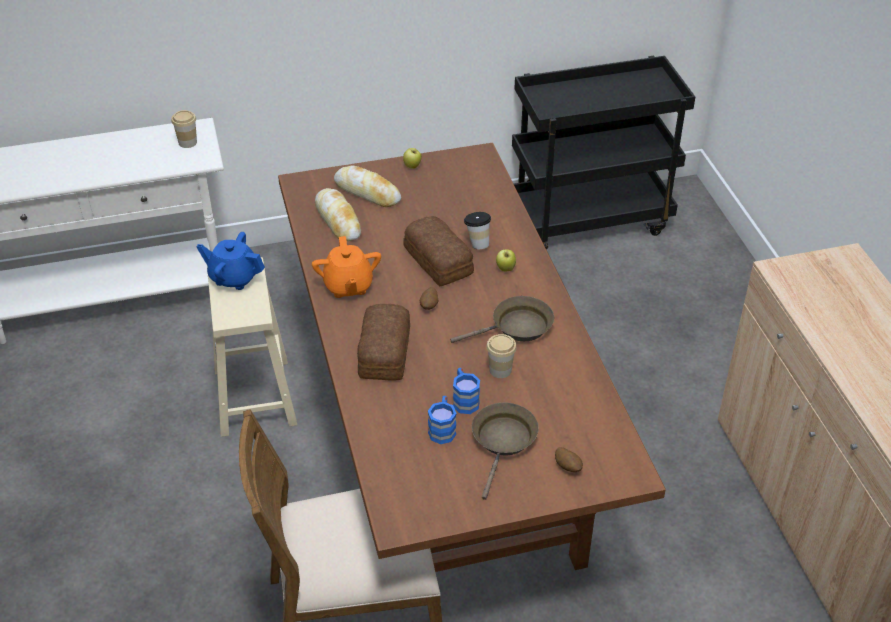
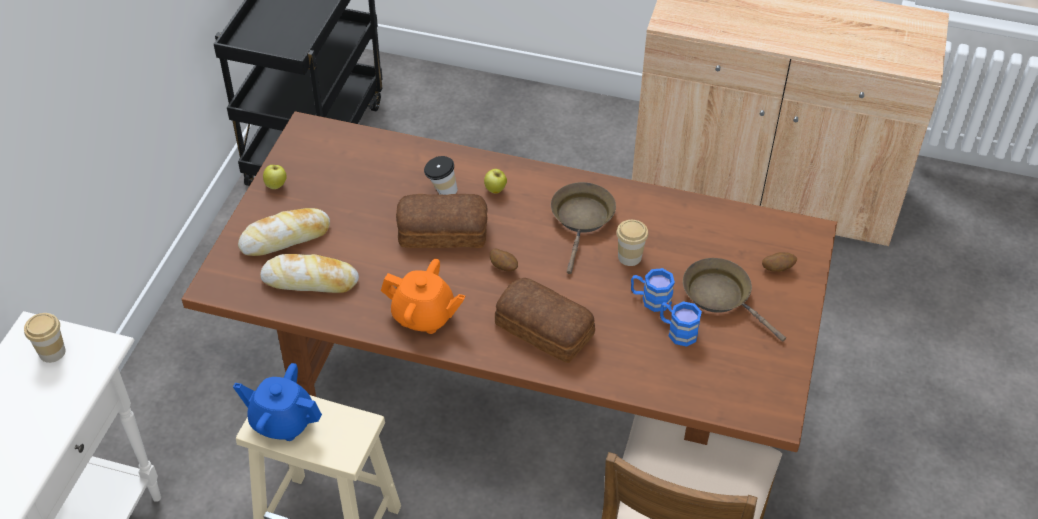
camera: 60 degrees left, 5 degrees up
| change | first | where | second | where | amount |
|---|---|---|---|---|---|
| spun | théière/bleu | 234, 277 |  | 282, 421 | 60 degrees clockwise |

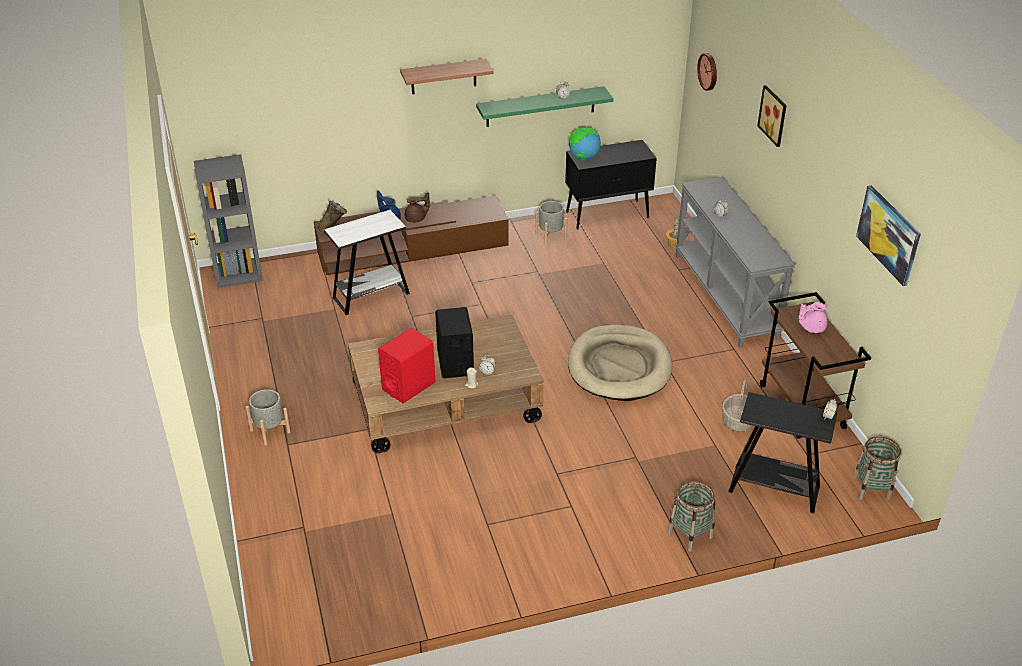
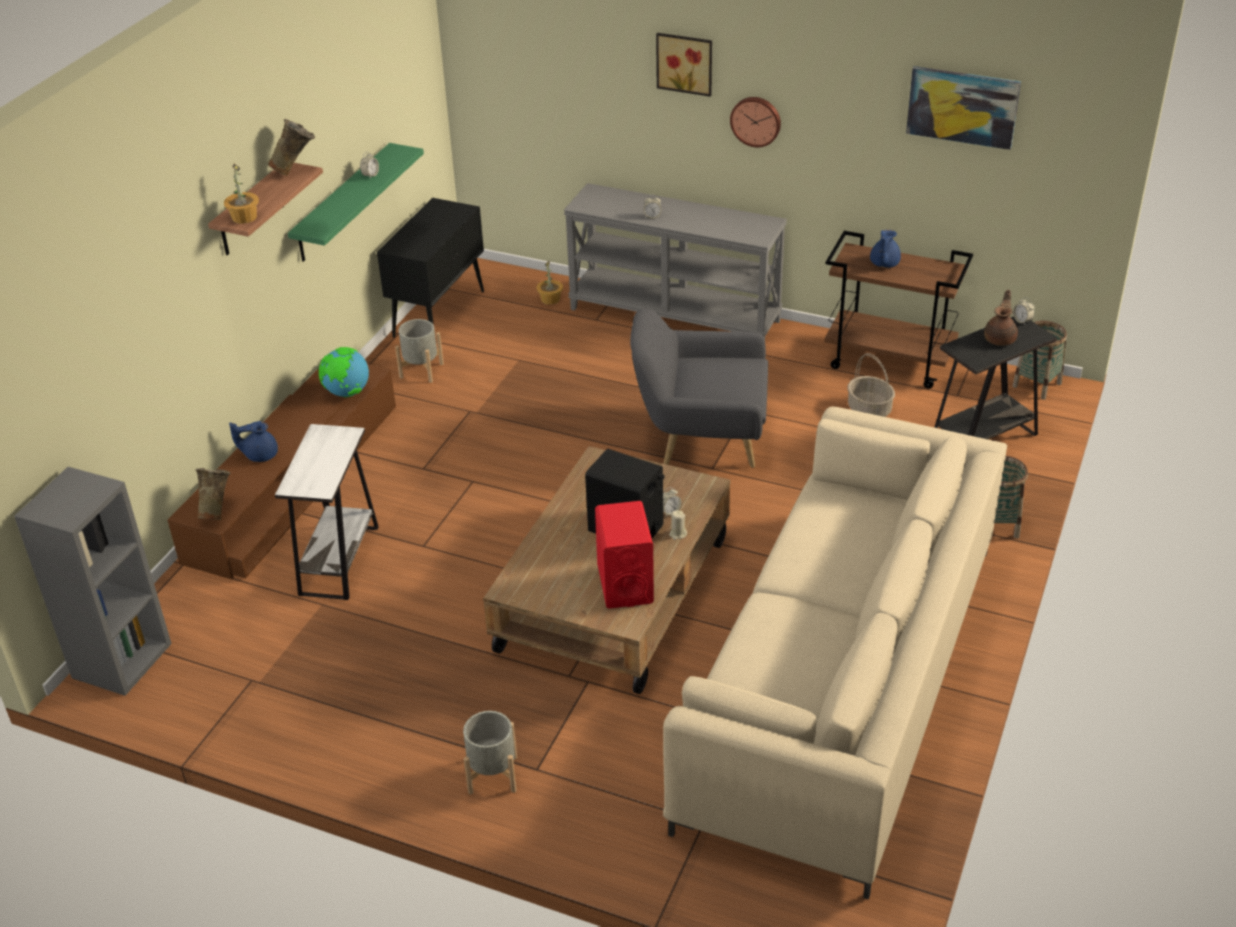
camera: 50 degrees left, 0 degrees up
| change | first | where | second | where | amount |
|---|---|---|---|---|---|
| appeared |  |  | plante en pot | 244, 217 |  |
| appeared |  |  | vase/beige | 296, 171 |  |
| relocated | globe | 583, 158 |  | 347, 393 |  |
| exchanged | panier pour chien/beige | 619, 367 | fauteuil/gris | 702, 439 |  |
| appeared |  |  | canapé/beige | 841, 681 |  |
| relocated | horloge murale | 709, 71 |  | 756, 120 |  |
| colour | théière/rose | 811, 327 | théière/bleu | 883, 264 |  |
| relocated | théière/marron | 416, 219 |  | 1000, 338 |  |

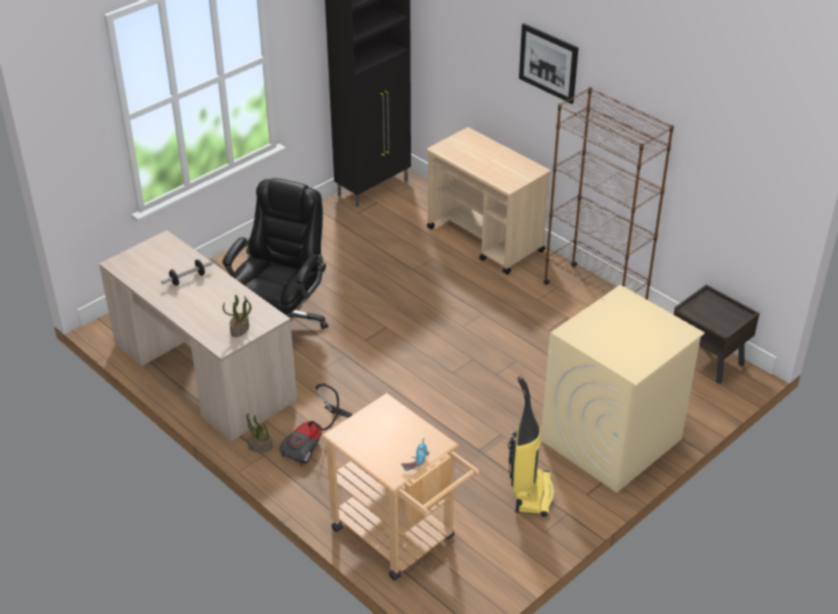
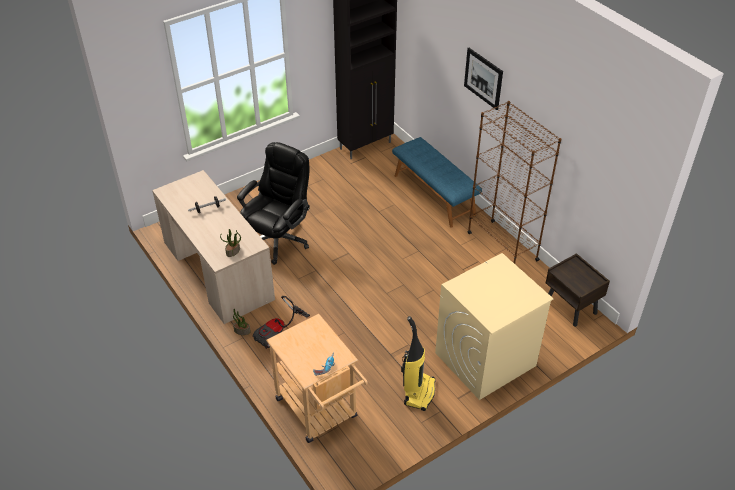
camera: 10 degrees right, 5 degrees up
| change | first | where | second | where | amount |
|---|---|---|---|---|---|
| exchanged | chariot/beige | 485, 240 | banc/bleu | 434, 194 |  |

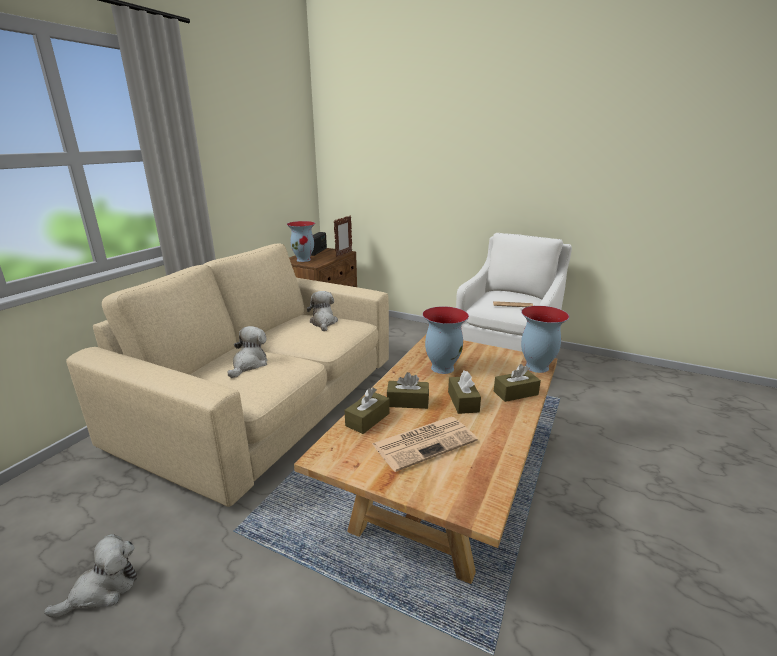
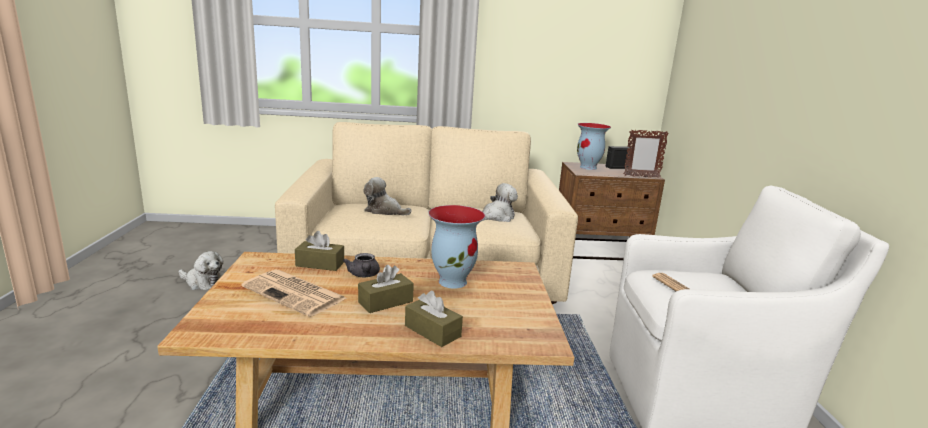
camera: 60 degrees right, 5 degrees down
| change | first | where | second | where | amount |
|---|---|---|---|---|---|
| exchanged | boîte à mouchoirs/marron | 407, 402 | théière/gris | 363, 275 |  |
| spun | peluche | 249, 365 |  | 384, 211 | 150 degrees counterclockwise |
| missing | vase | 536, 367 |  |  |  |

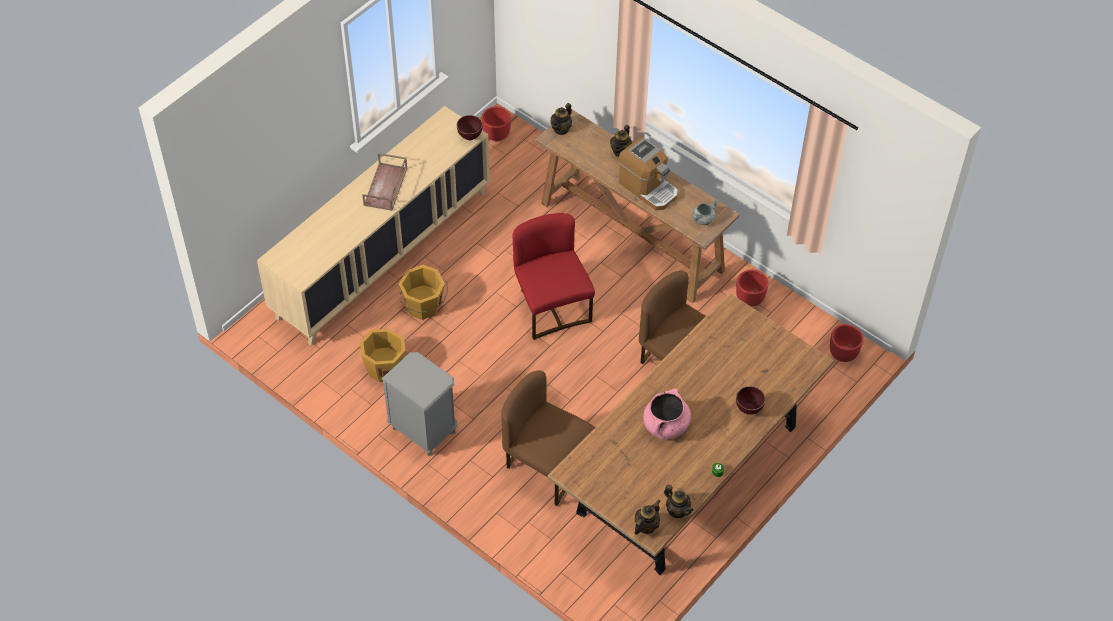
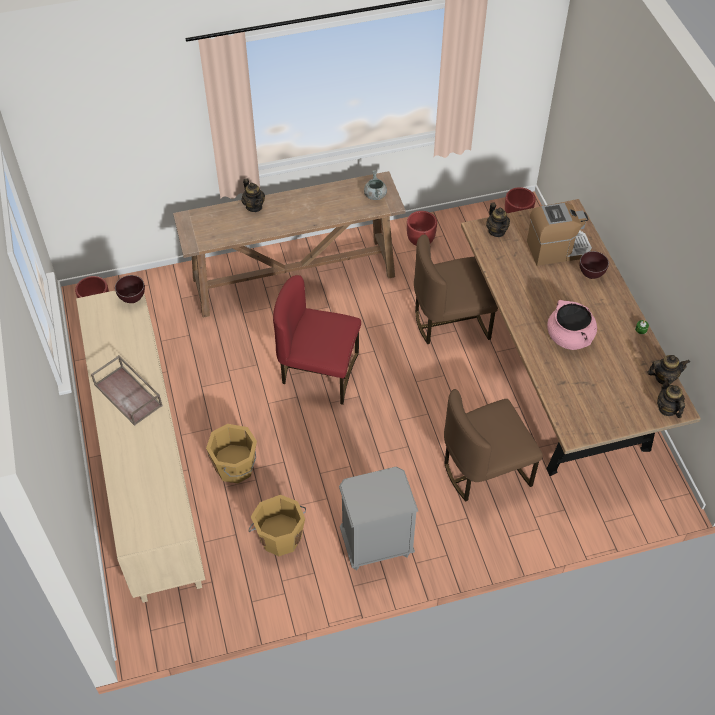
camera: 55 degrees left, 0 degrees up
| change | first | where | second | where | amount |
|---|---|---|---|---|---|
| relocated | théière | 561, 129 |  | 496, 231 |  |
| relocated | machine à café | 648, 188 |  | 557, 249 |  |

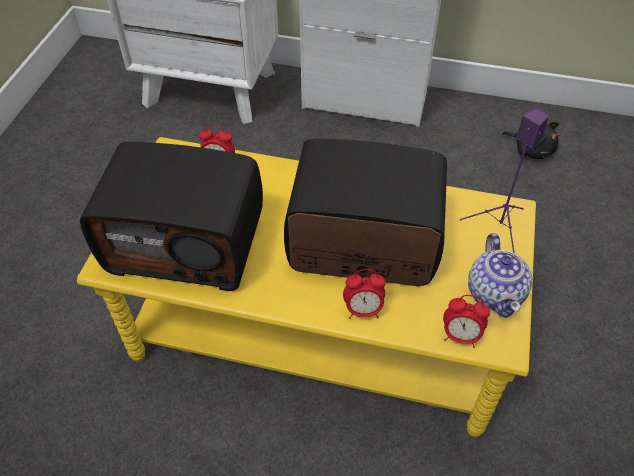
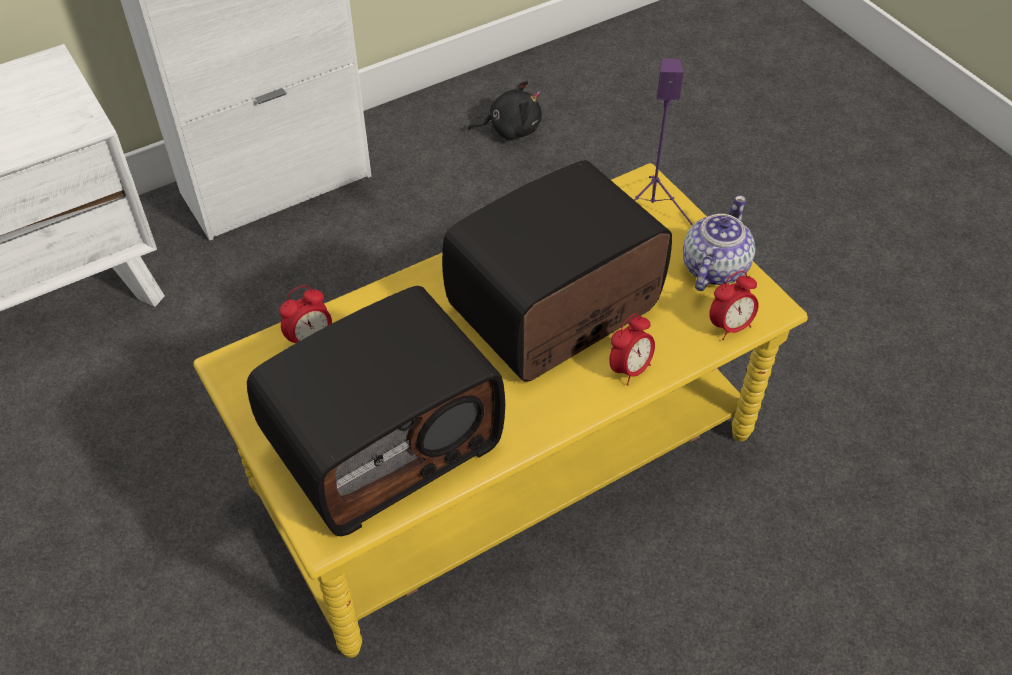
camera: 45 degrees left, 0 degrees up
| change | first | where | second | where | amount |
|---|---|---|---|---|---|
| spun | théière | 495, 293 |  | 713, 268 | 105 degrees counterclockwise |

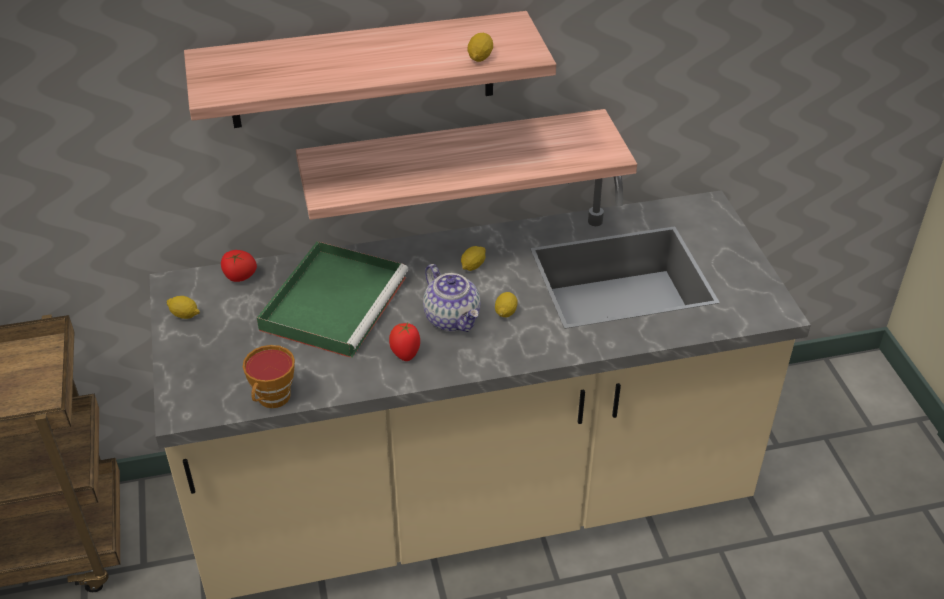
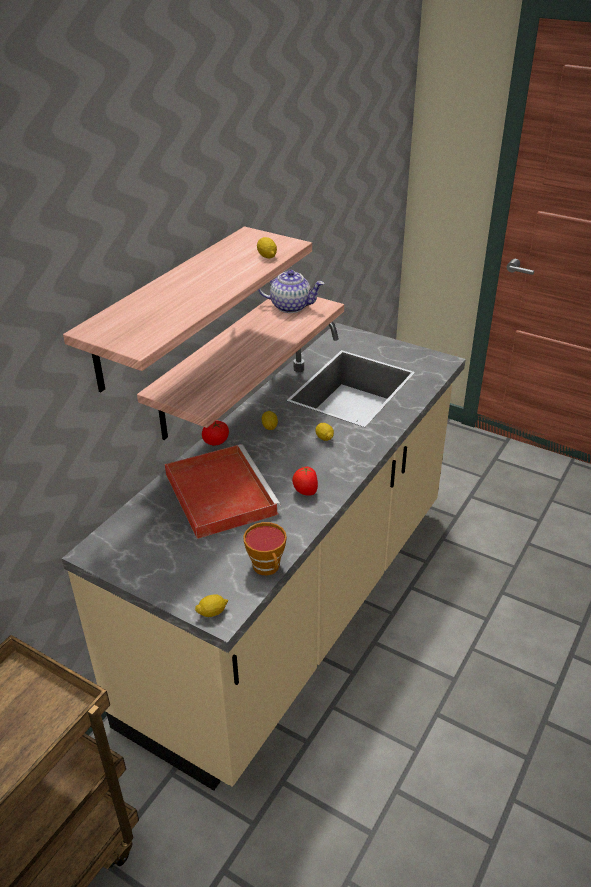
camera: 45 degrees left, 5 degrees down
| change | first | where | second | where | amount |
|---|---|---|---|---|---|
| colour | plateau/vert | 334, 301 | plateau/rouge | 219, 493 |  |
| relocated | citron | 184, 315 |  | 212, 612 |  |
| relocated | tomate | 239, 276 |  | 216, 441 |  |
| relocated | théière | 453, 318 |  | 291, 306 |  |

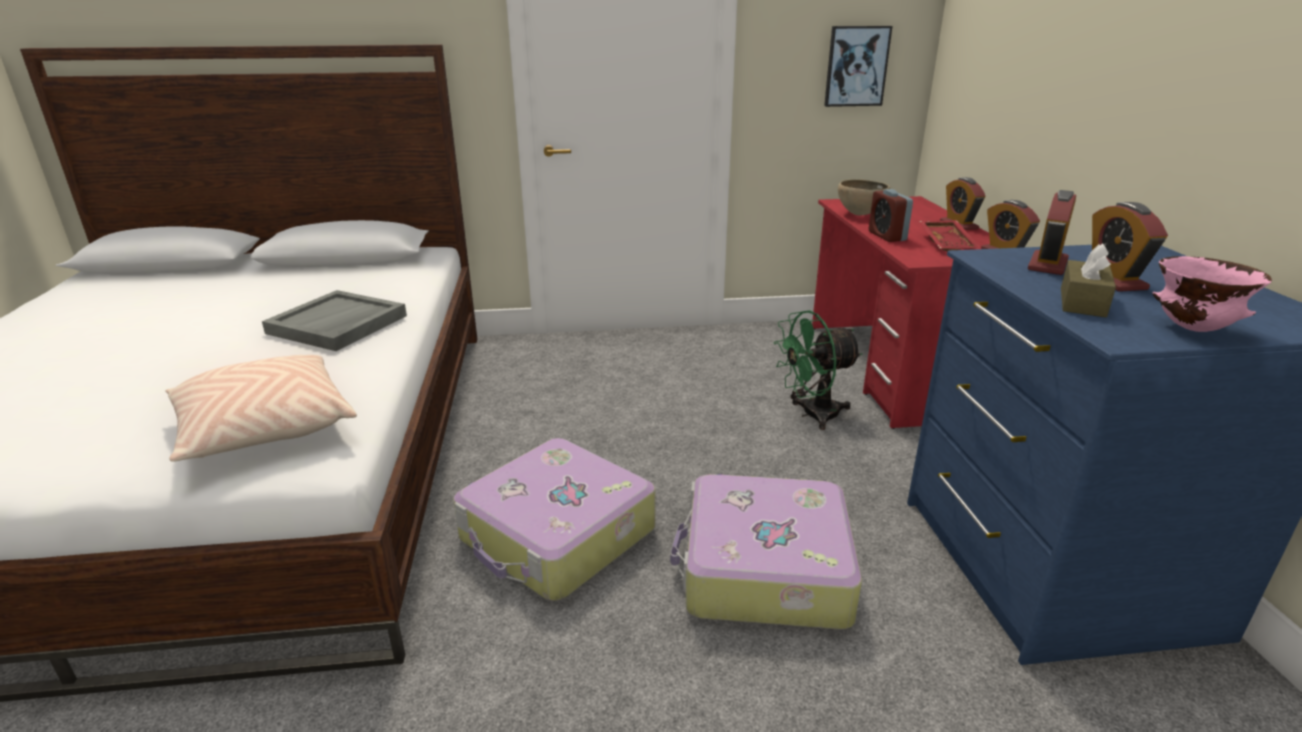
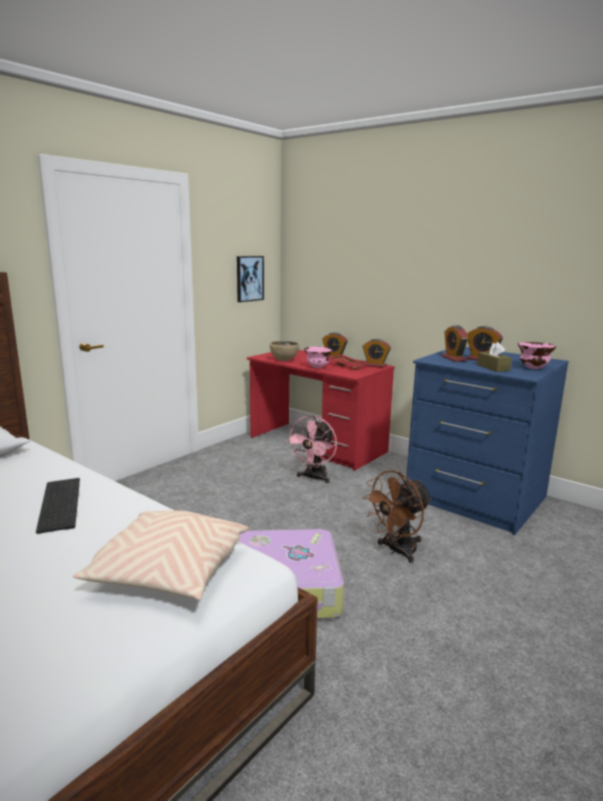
camera: 45 degrees left, 10 degrees down
| change | first | where | second | where | amount |
|---|---|---|---|---|---|
| exchanged | plateau/gris | 337, 325 | clavier | 62, 504 |  |
| colour | ventilateur/vert | 811, 414 | ventilateur/rose | 314, 478 |  |
| exchanged | réveil | 887, 236 | bol/rose | 318, 368 |  |
| exchanged | valise | 764, 570 | ventilateur/marron | 397, 551 |  |

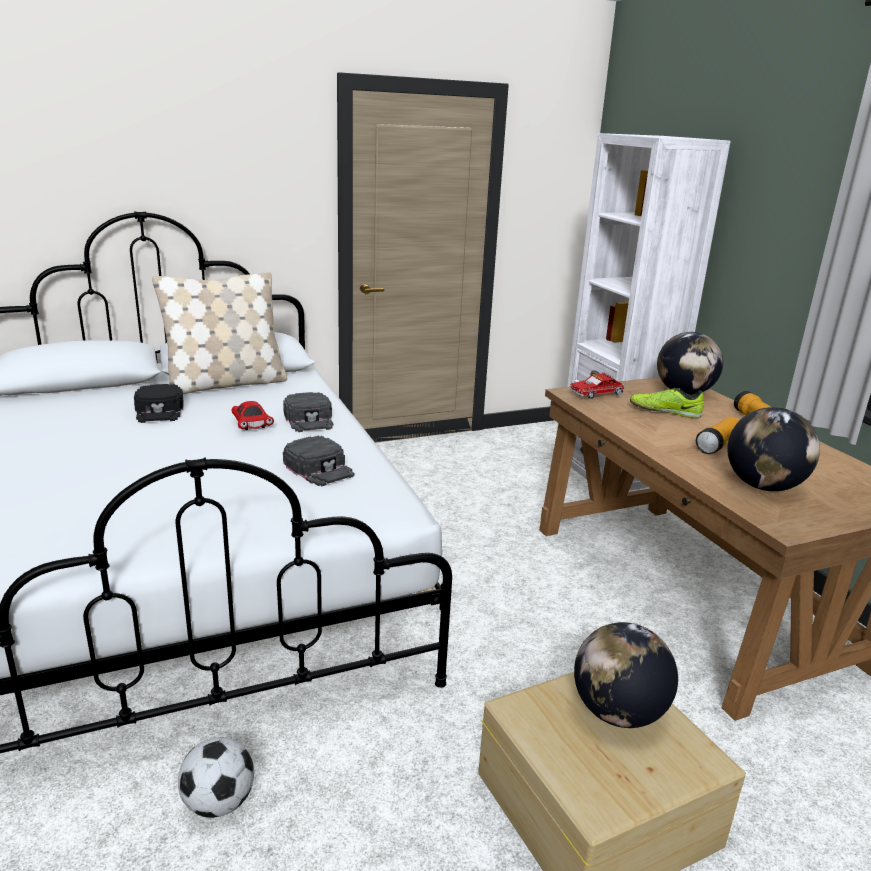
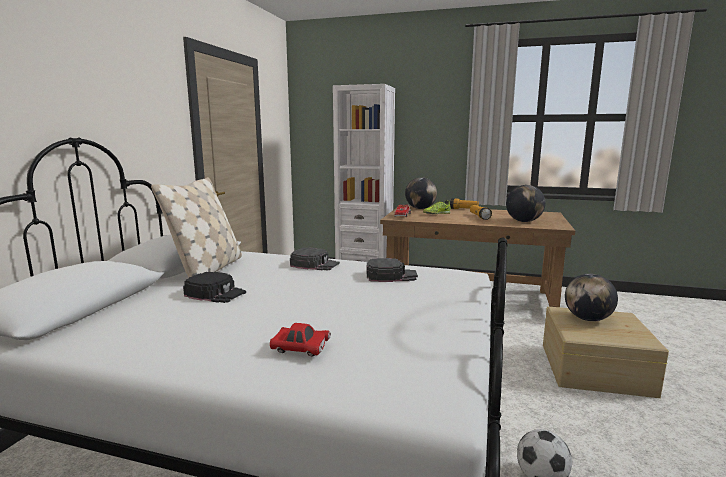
camera: 50 degrees left, 10 degrees down
| change | first | where | second | where | amount |
|---|---|---|---|---|---|
| relocated | petite voiture/rouge | 251, 424 |  | 300, 350 |  |

